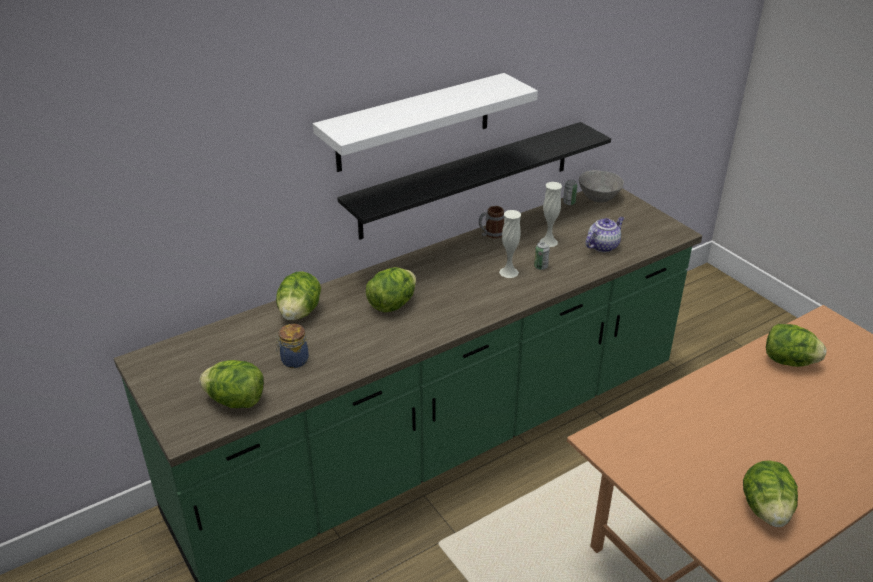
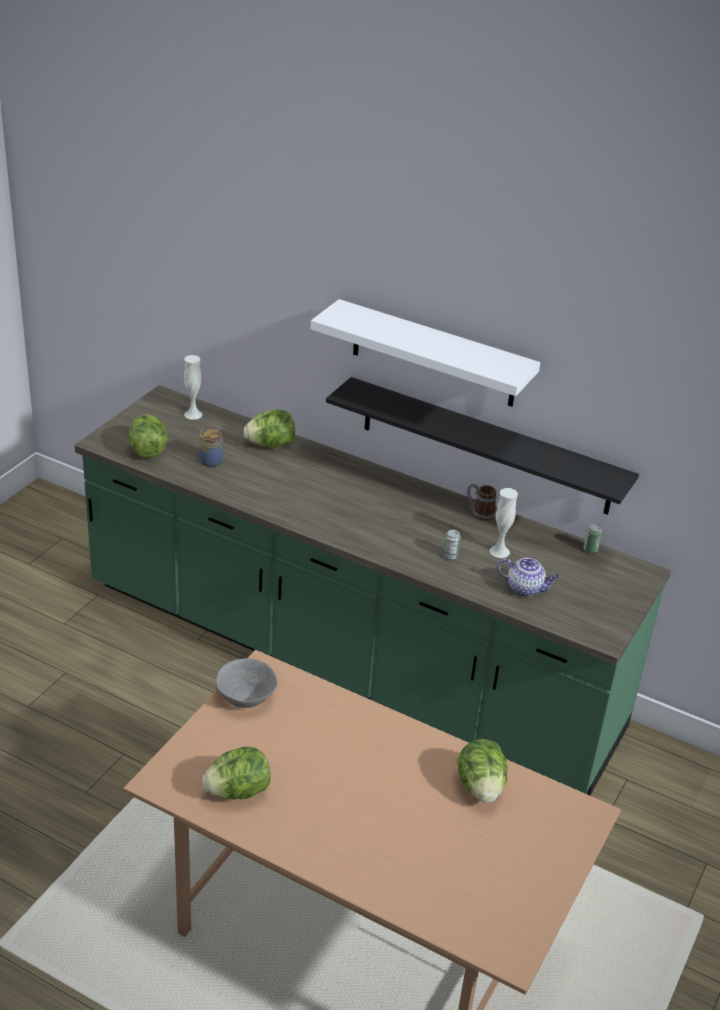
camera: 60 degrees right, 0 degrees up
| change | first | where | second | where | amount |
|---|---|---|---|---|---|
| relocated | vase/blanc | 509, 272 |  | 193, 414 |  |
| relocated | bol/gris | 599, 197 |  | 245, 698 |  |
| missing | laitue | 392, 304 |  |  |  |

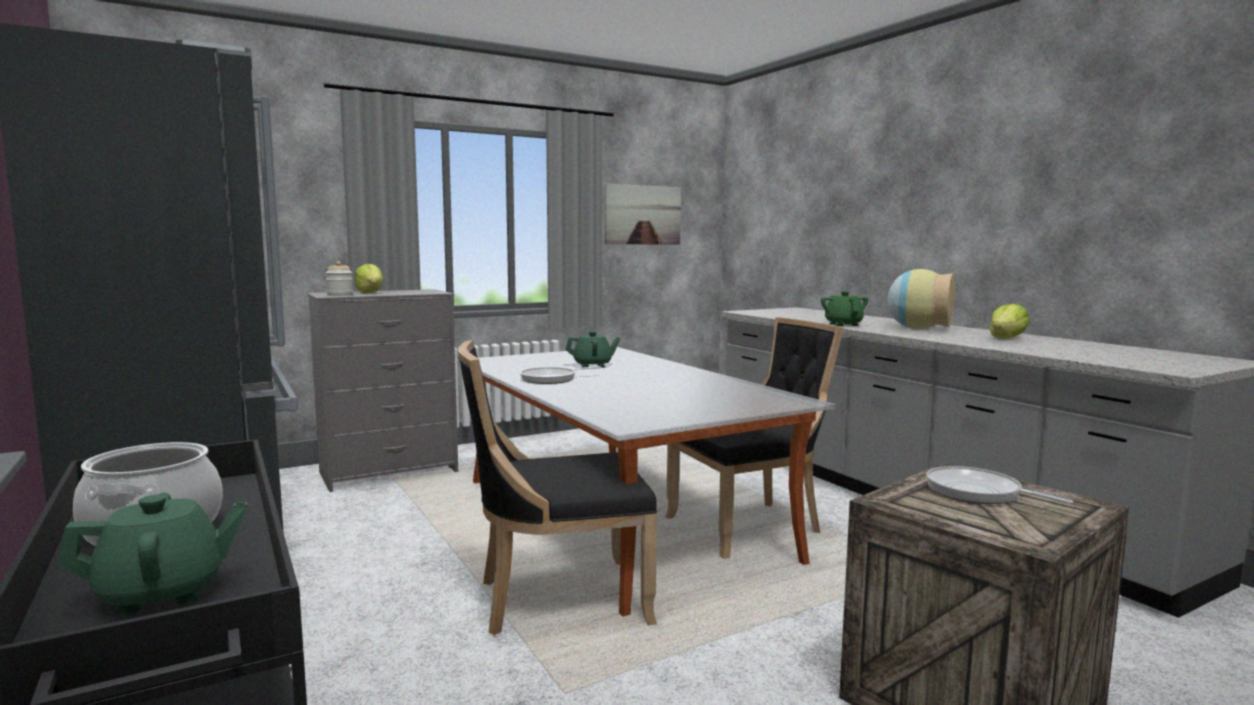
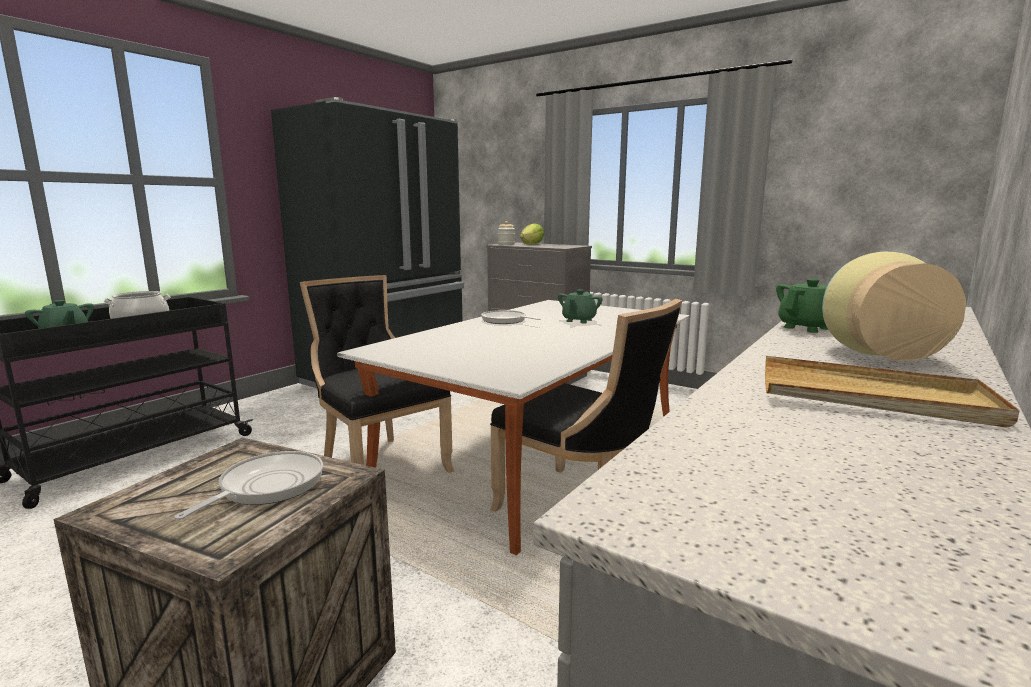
camera: 65 degrees right, 5 degrees up
| change | first | where | second | where | amount |
|---|---|---|---|---|---|
| spun | théière/vert | 593, 365 |  | 578, 320 | 60 degrees clockwise |
| exchanged | laitue | 1007, 338 | plateau/beige | 873, 397 |  |
| missing | tableau | 643, 215 |  |  |  |

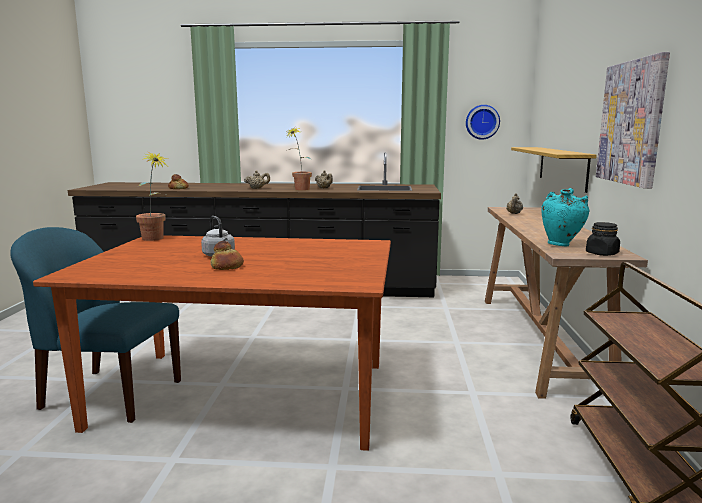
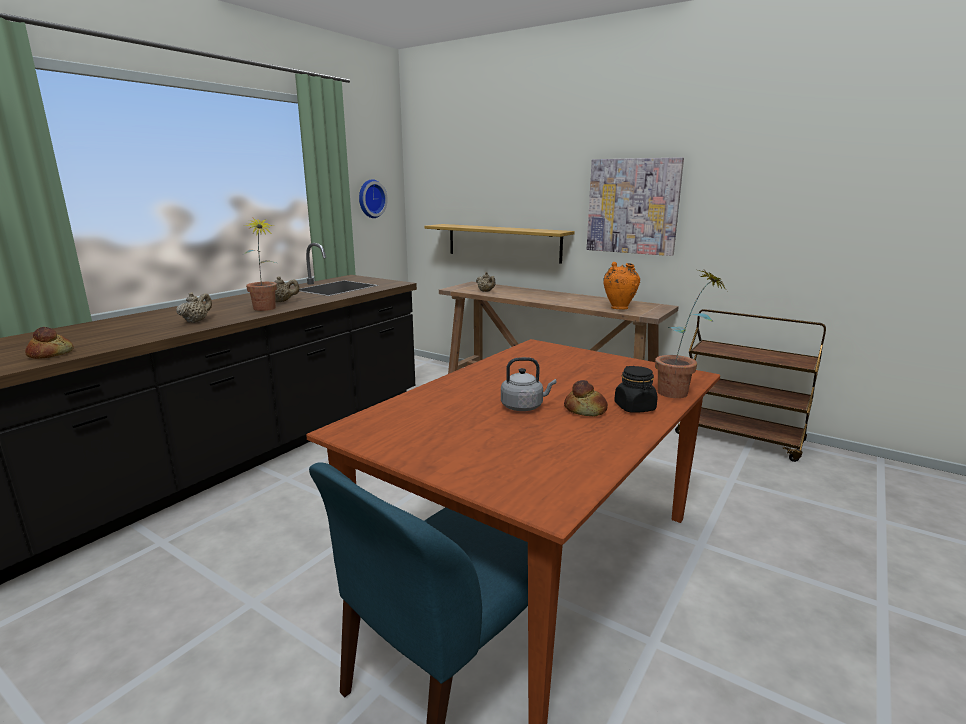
camera: 60 degrees left, 5 degrees up
| change | first | where | second | where | amount |
|---|---|---|---|---|---|
| colour | vase/turquoise | 561, 245 | vase/orange | 619, 308 |  |
| relocated | bocal/noir | 602, 253 |  | 635, 407 |  |
| relocated | plante en pot | 155, 239 |  | 681, 392 |  |

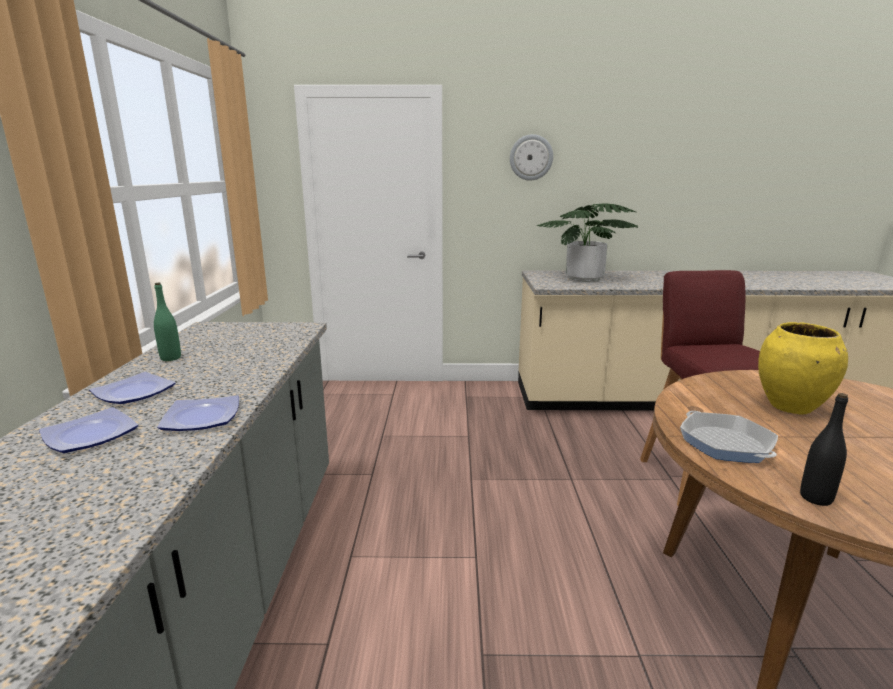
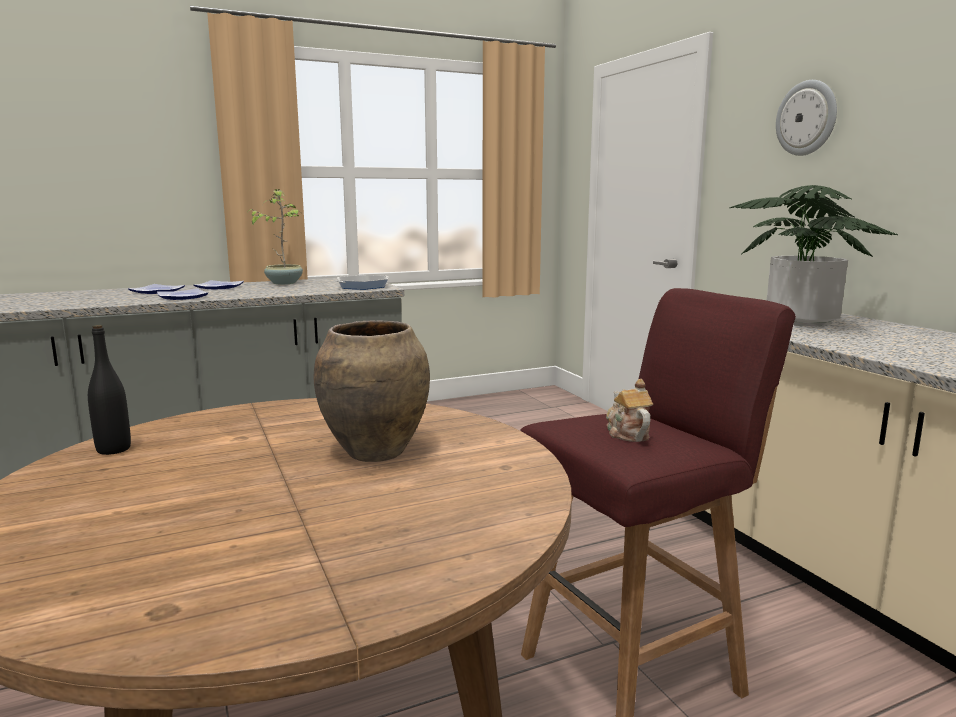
camera: 65 degrees right, 5 degrees down
| change | first | where | second | where | amount |
|---|---|---|---|---|---|
| exchanged | bouteille/vert | 171, 358 | plante en pot | 284, 283 |  |
| colour | vase/jaune | 791, 407 | vase/marron | 376, 452 |  |
| relocated | poêle | 725, 444 |  | 362, 286 |  |
| appeared |  |  | théière | 627, 433 |  |

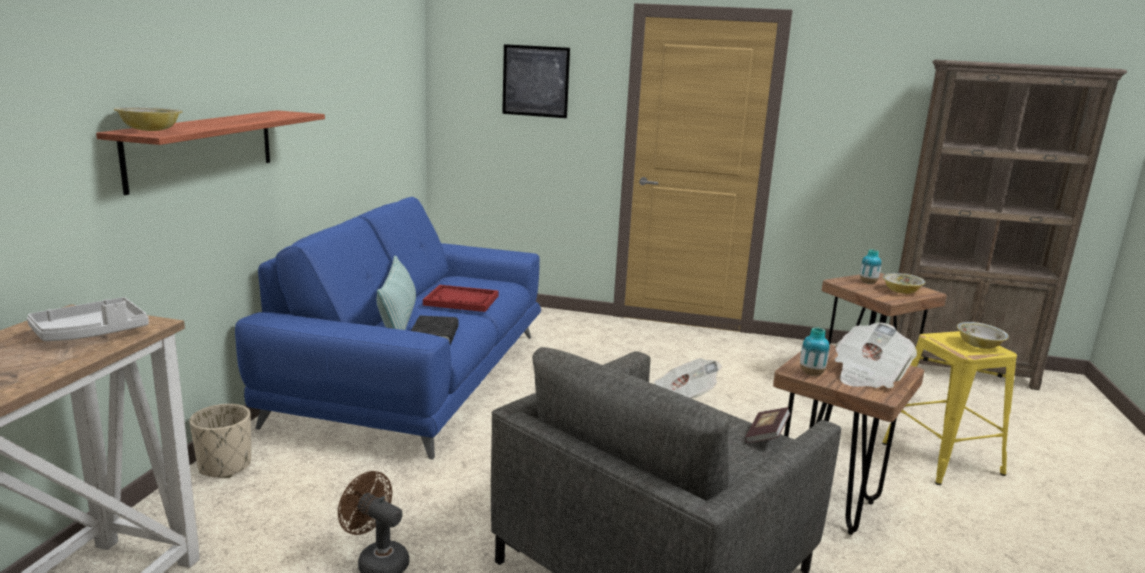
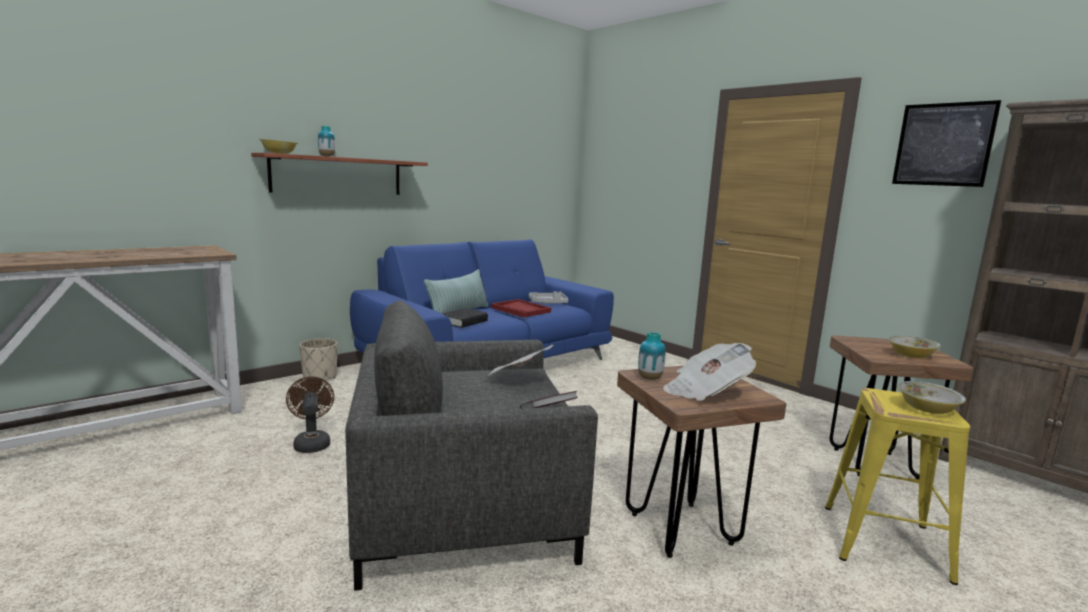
camera: 35 degrees right, 5 degrees down
| change | first | where | second | where | amount |
|---|---|---|---|---|---|
| relocated | vase | 868, 282 |  | 327, 156 |  |
| relocated | plateau/gris | 91, 333 |  | 548, 303 |  |
| relocated | tableau | 535, 81 |  | 943, 144 |  |

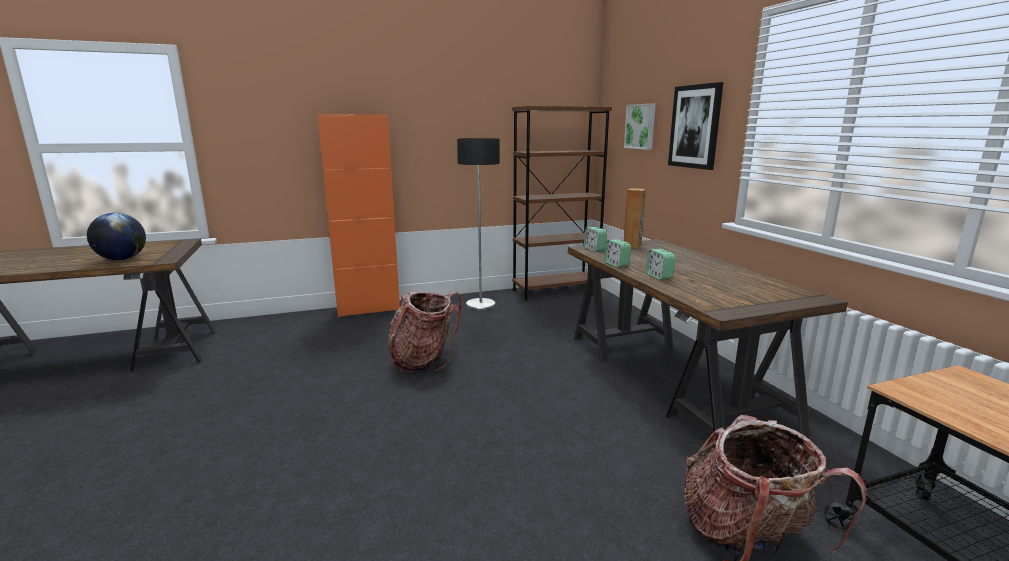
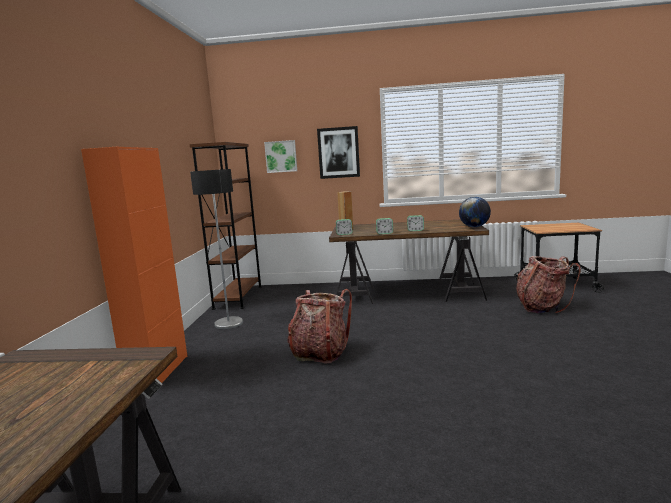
camera: 65 degrees left, 5 degrees down
| change | first | where | second | where | amount |
|---|---|---|---|---|---|
| relocated | globe | 122, 259 |  | 474, 227 |  |

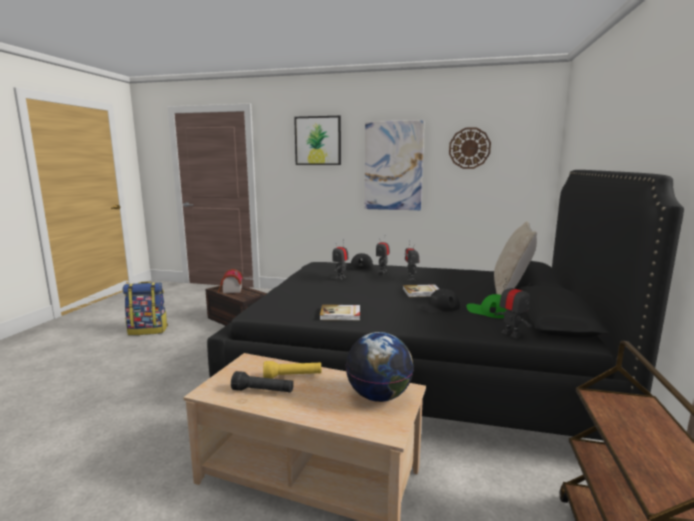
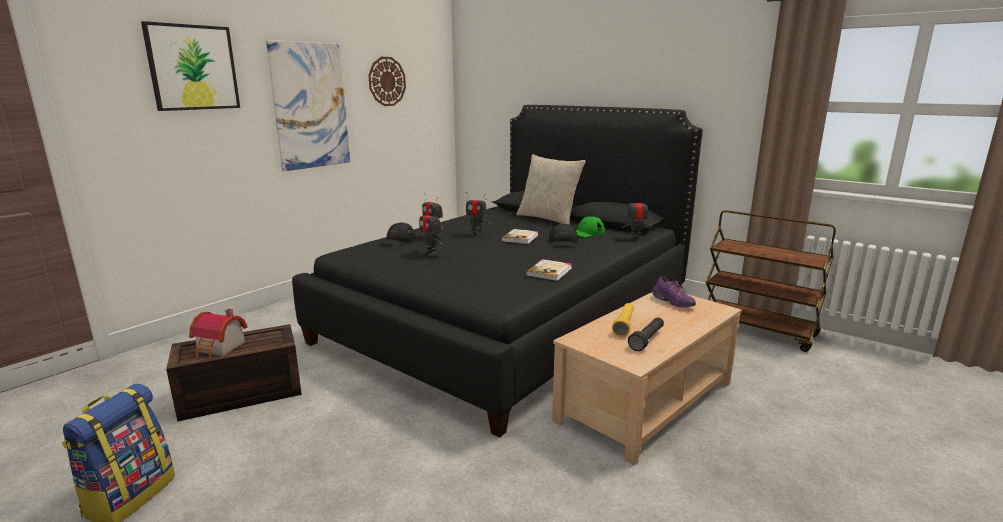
camera: 65 degrees left, 5 degrees up
| change | first | where | second | where | amount |
|---|---|---|---|---|---|
| exchanged | globe | 379, 396 | chaussure/violet | 673, 302 |  |

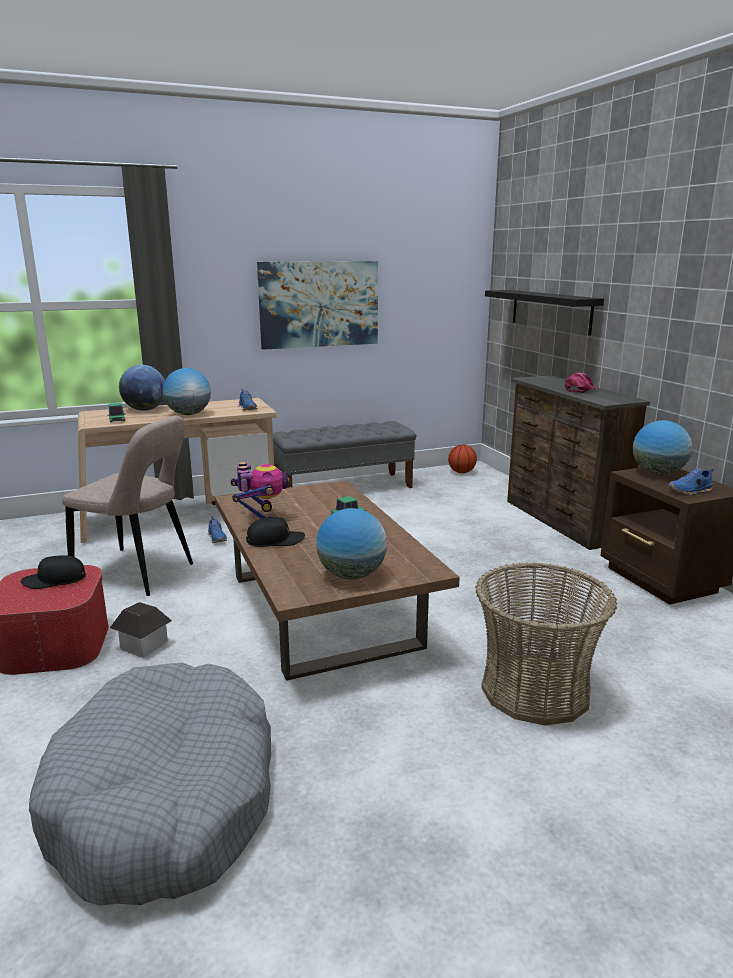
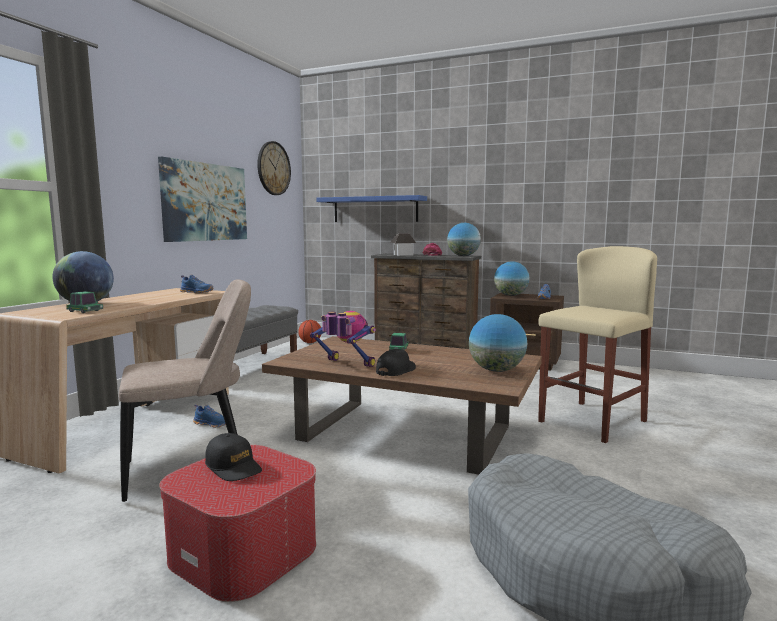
camera: 45 degrees left, 10 degrees down
| change | first | where | second | where | amount |
|---|---|---|---|---|---|
| spun | casquette/noir | 54, 580 |  | 233, 467 | 75 degrees counterclockwise |
| appeared |  |  | horloge murale | 273, 168 |  |
| colour | étagère/noir | 550, 311 | étagère/bleu | 375, 209 |  |
| relocated | maison miniature | 144, 645 |  | 403, 255 |  |
| relocated | globe | 189, 414 |  | 463, 256 |  |
| exchanged | panier | 535, 690 | tabouret/beige | 592, 421 |  |

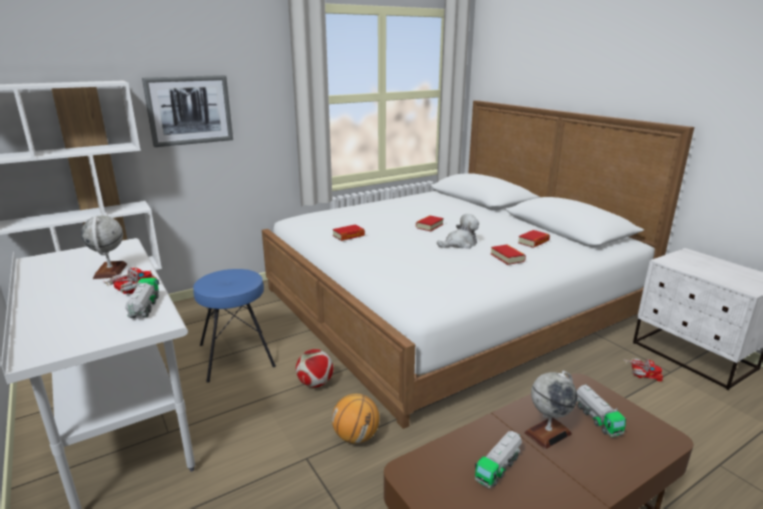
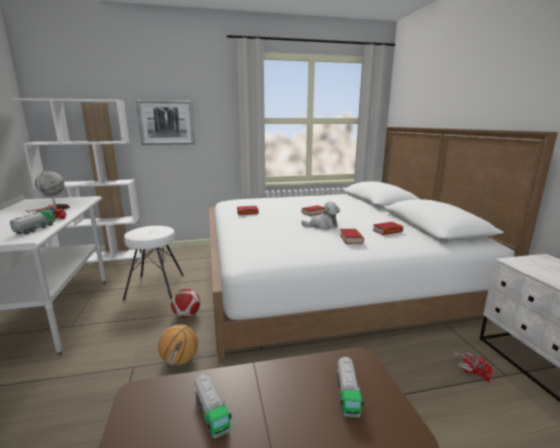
camera: 20 degrees right, 5 degrees down
| change | first | where | second | where | amount |
|---|---|---|---|---|---|
| colour | tabouret/bleu | 237, 355 | tabouret/blanc | 156, 286 |  |
| spun | camion jouet | 498, 467 |  | 211, 413 | 90 degrees counterclockwise |
| missing | globe | 548, 433 |  |  |  |

